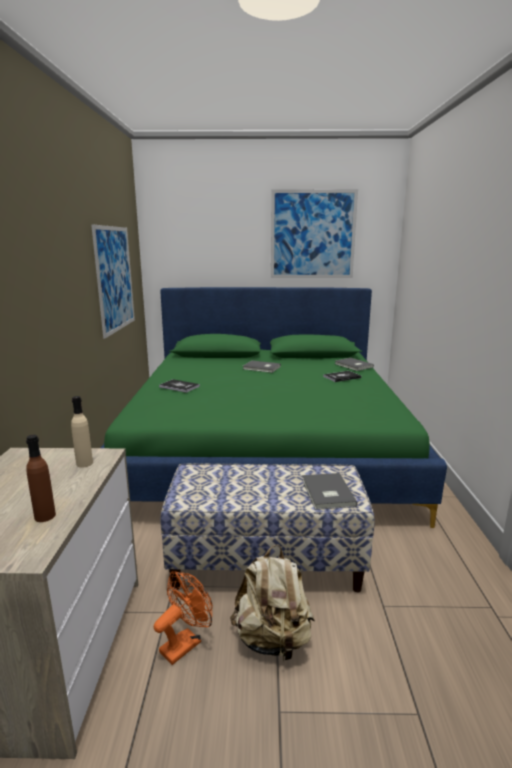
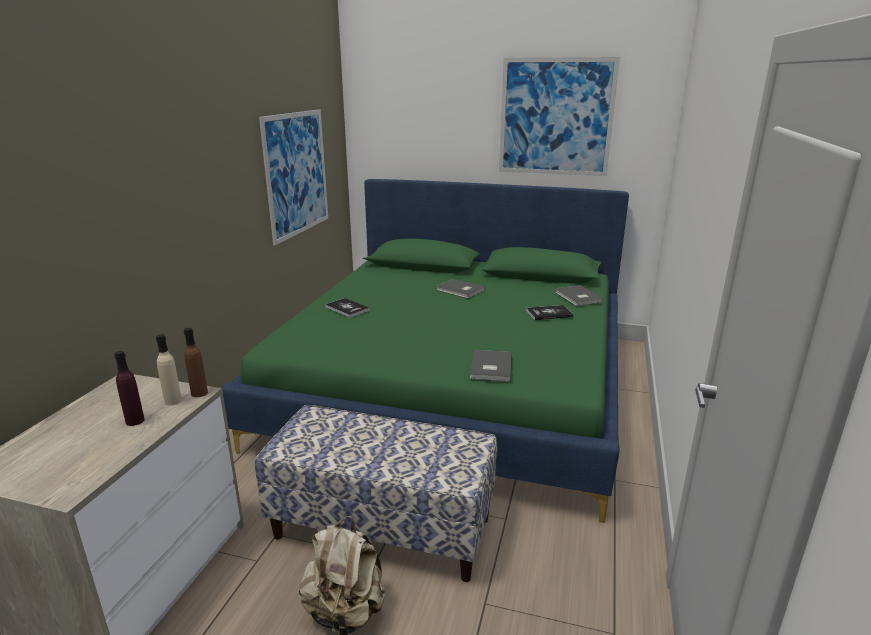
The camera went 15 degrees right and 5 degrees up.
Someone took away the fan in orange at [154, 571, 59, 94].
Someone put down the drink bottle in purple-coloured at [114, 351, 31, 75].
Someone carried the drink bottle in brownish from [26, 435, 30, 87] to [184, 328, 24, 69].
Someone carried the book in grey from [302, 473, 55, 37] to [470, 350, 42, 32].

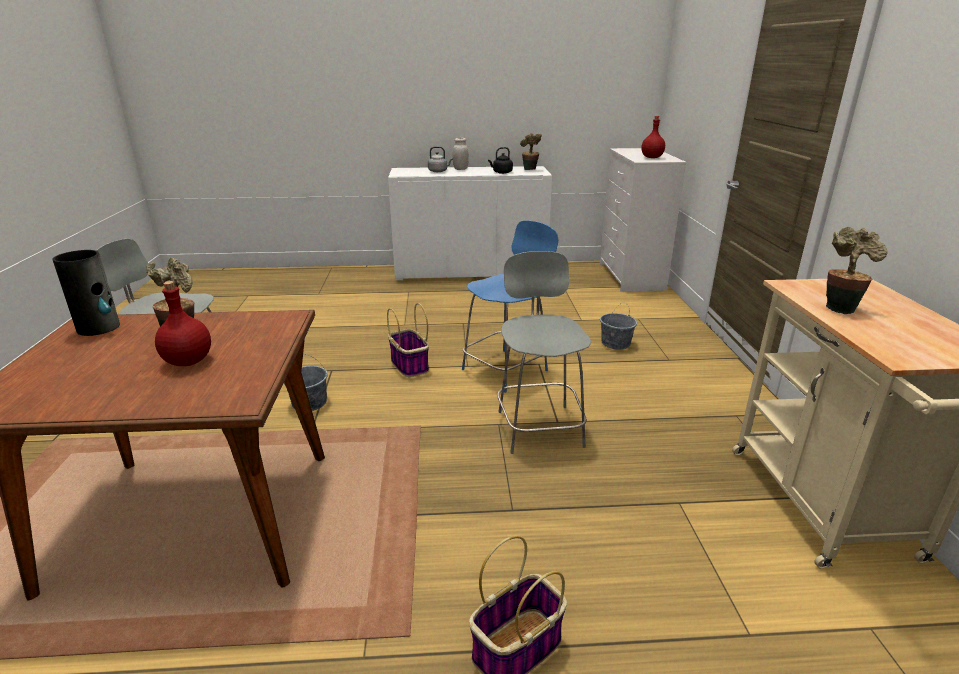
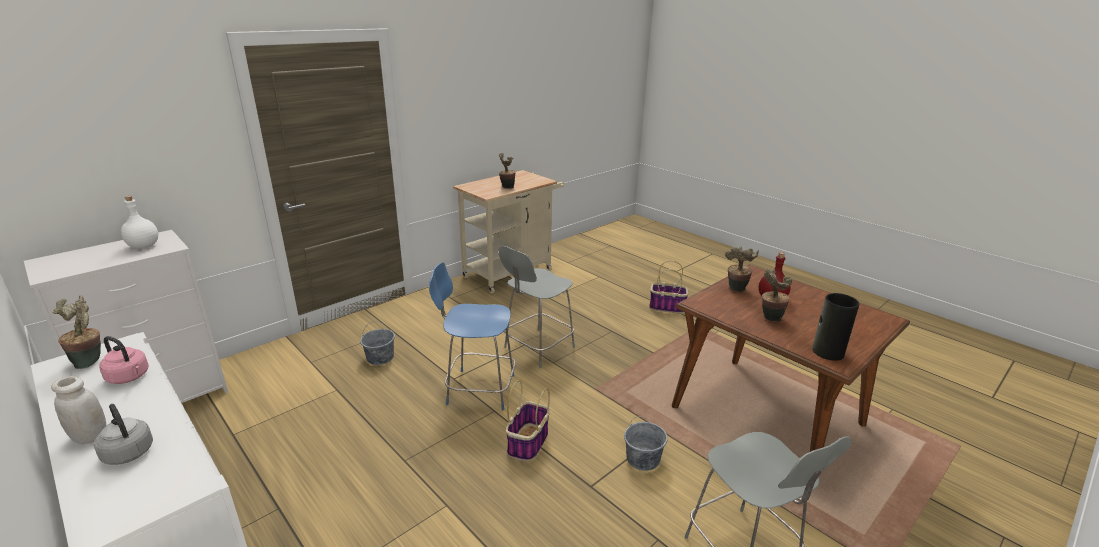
The camera went 130 degrees left and 0 degrees up.
Someone put down the potted plant at [725, 246, 34, 46].
Someone repainted the kettle in black at [488, 147, 25, 27], which became the kettle in pink-coloured at [99, 336, 50, 48].
Someone repainted the drink bottle in red at [641, 116, 24, 42], which became the drink bottle in white-coloured at [121, 196, 37, 53].

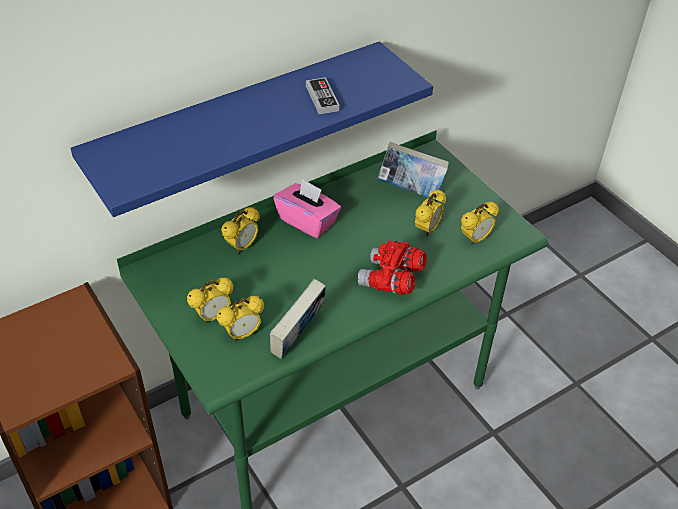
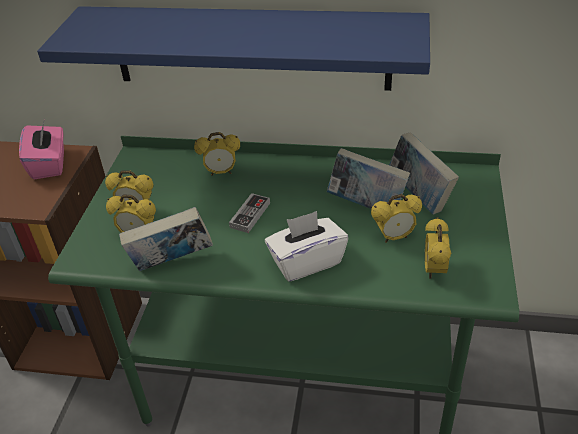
The camera went 45 degrees right and 5 degrees down.
Someone put down the book at [327, 148, 83, 61].
Someone carried the box of tissues in pink-coloured from [273, 178, 68, 60] to [19, 119, 45, 60].
Someone carried the joypad from [306, 77, 33, 37] to [229, 193, 41, 40].
Someone swapped the field glasses in red at [357, 240, 70, 55] for the box of tissues in white-coloured at [265, 211, 83, 71].
Someone rotated the table clock at [461, 202, 38, 43] by 90 degrees clockwise.

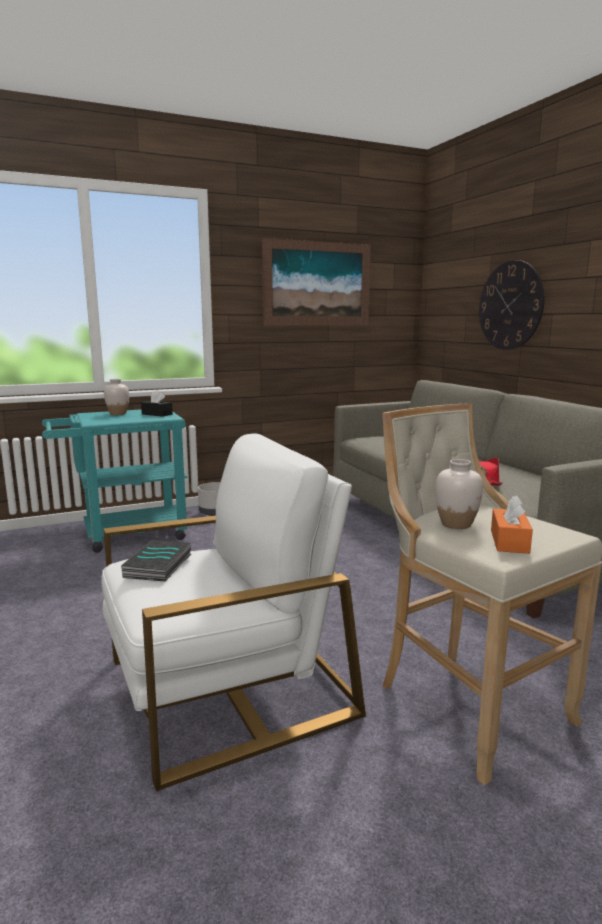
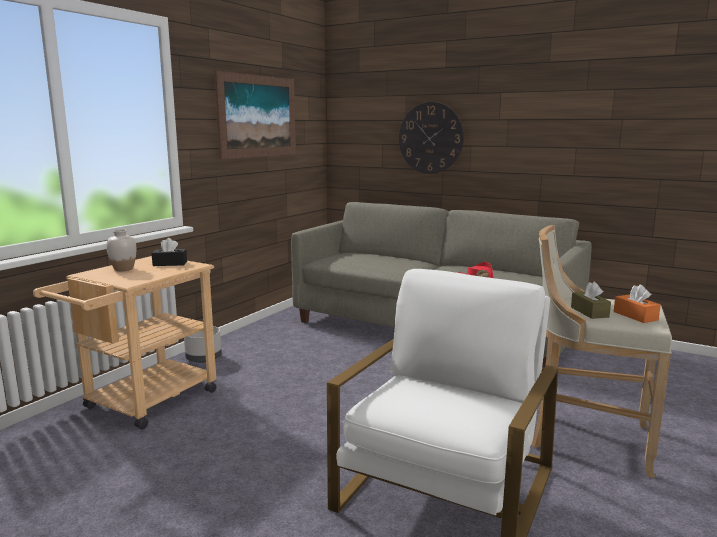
The camera went 35 degrees left and 0 degrees up.
Someone took away the book at [121, 540, 71, 42].
Someone swapped the flower vase in white-coloured at [435, 459, 48, 70] for the box of tissues in brownish at [571, 282, 40, 37].
Someone repainted the cart in turquoise-coloured at [42, 409, 145, 144], which became the cart in beige at [33, 256, 184, 174].

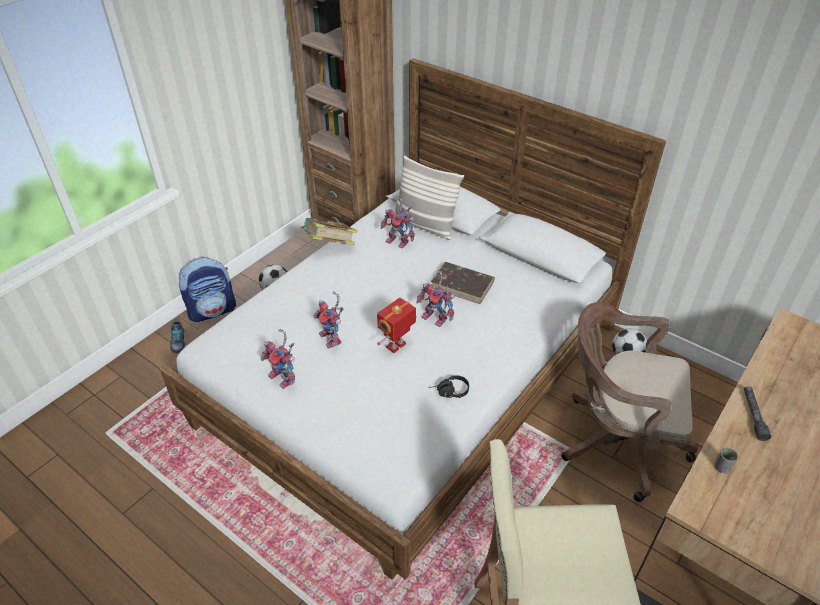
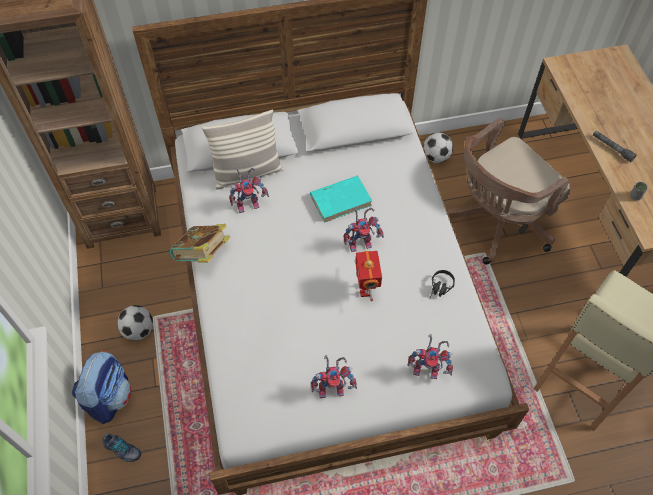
The camera went 50 degrees left and 15 degrees up.
Someone carried the robot figure from [313, 292, 30, 57] to [407, 334, 46, 45].
Someone repainted the book in brownish at [431, 262, 64, 42], which became the book in turquoise-coloured at [310, 176, 62, 47].

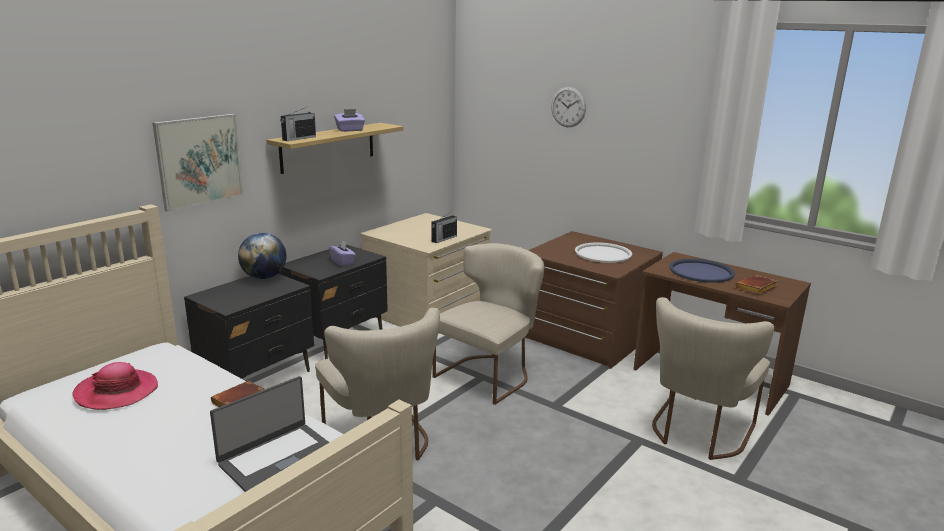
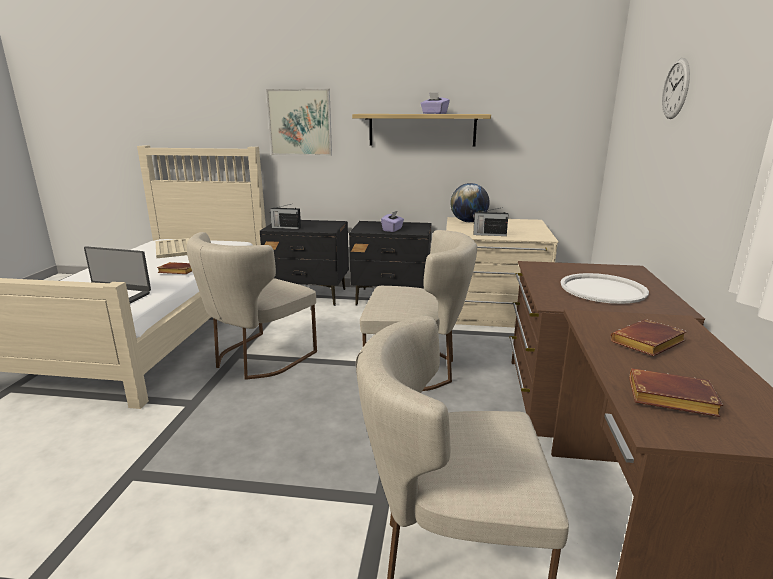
The camera went 60 degrees right and 0 degrees up.
Someone carried the globe from [238, 233, 48, 46] to [450, 183, 40, 39].
Someone carried the radio set from [281, 107, 35, 34] to [270, 203, 31, 26].
Someone swapped the clothing hat at [73, 362, 85, 48] for the serving tray in beige at [156, 238, 33, 20].
Someone swapped the serving tray in blue-coloured at [670, 259, 65, 24] for the book in brownish at [610, 319, 77, 37].

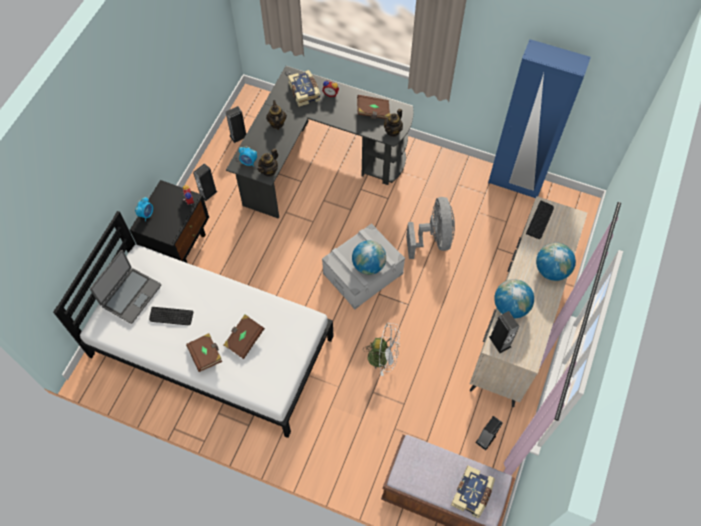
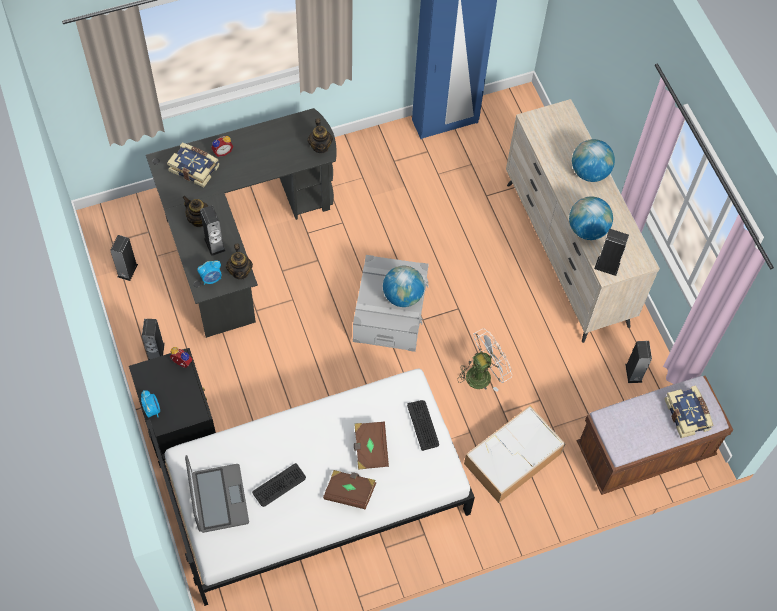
The camera went 45 degrees left and 0 degrees up.
Someone took away the book in brownish at [357, 95, 33, 24].
Someone took away the fan in grey at [406, 197, 49, 62].
Someone put down the loudspeaker at [200, 205, 25, 51].
Someone put down the storage box at [464, 406, 101, 97].
Someone carried the keyboard from [526, 200, 28, 39] to [407, 400, 32, 51].

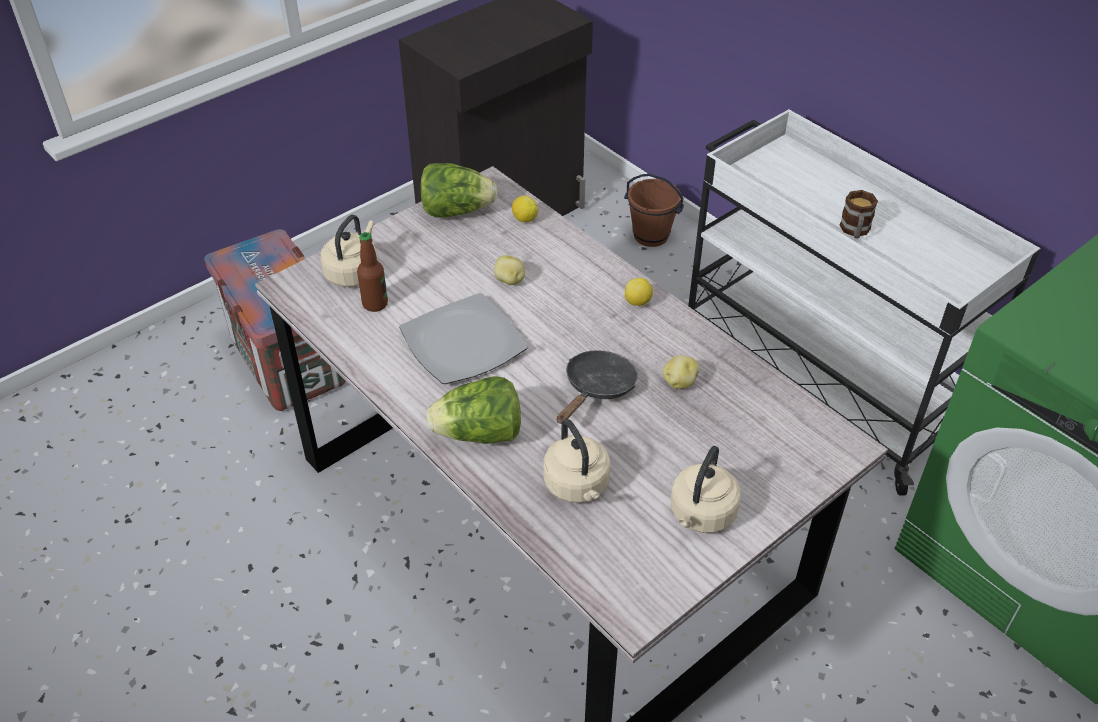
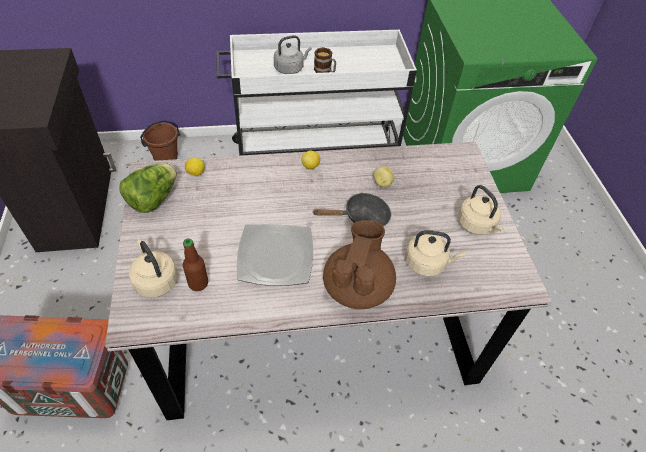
The camera went 60 degrees left and 5 degrees up.
Someone took away the whole potato at [494, 255, 31, 30].
Someone put down the kettle in grey at [274, 35, 38, 39].
Someone swapped the lettuce at [426, 376, 95, 68] for the pot for tea in brownish at [323, 220, 73, 89].
Someone rotated the skillet in black at [557, 350, 81, 74] by 105 degrees clockwise.

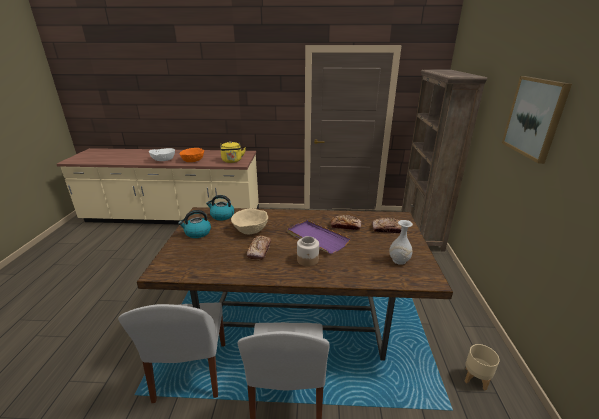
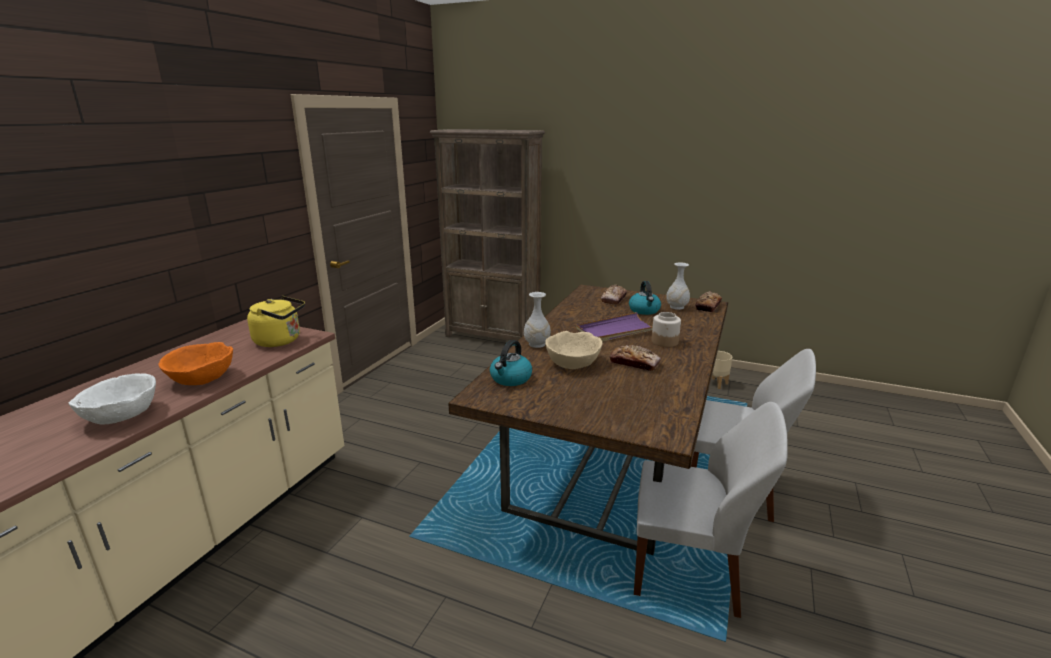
The camera went 70 degrees left and 5 degrees down.
Someone took away the wall art at [502, 76, 70, 88].
Someone put down the flower vase in white-coloured at [524, 292, 27, 56].
Someone carried the kettle from [178, 210, 33, 28] to [629, 281, 32, 34].
Someone carried the bread from [331, 215, 30, 16] to [695, 291, 27, 22].

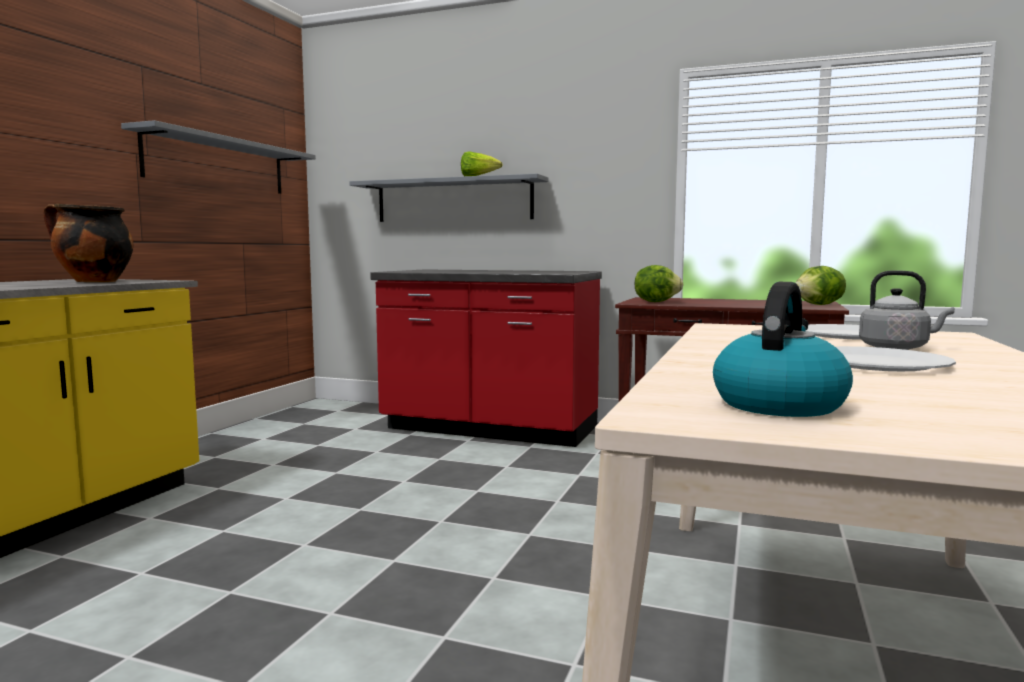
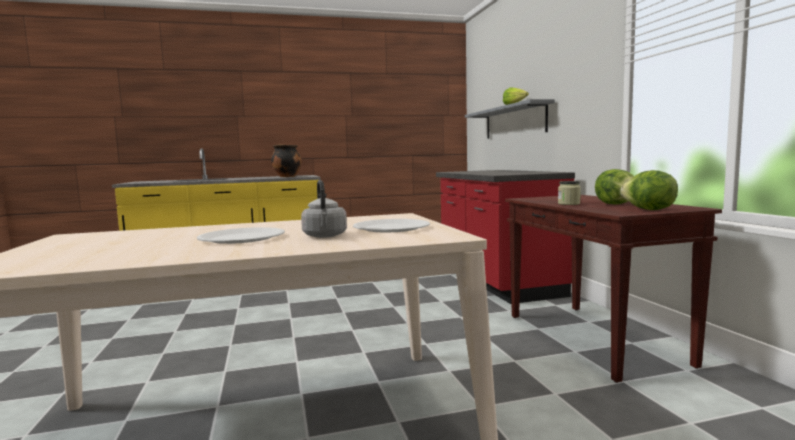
The camera went 55 degrees right and 0 degrees up.
Someone took away the shelf in grey at [121, 120, 195, 74].
Someone took away the kettle at [713, 282, 140, 135].
Someone put down the jar at [558, 181, 23, 24].
Someone carried the lettuce from [634, 265, 50, 37] to [595, 169, 39, 36].

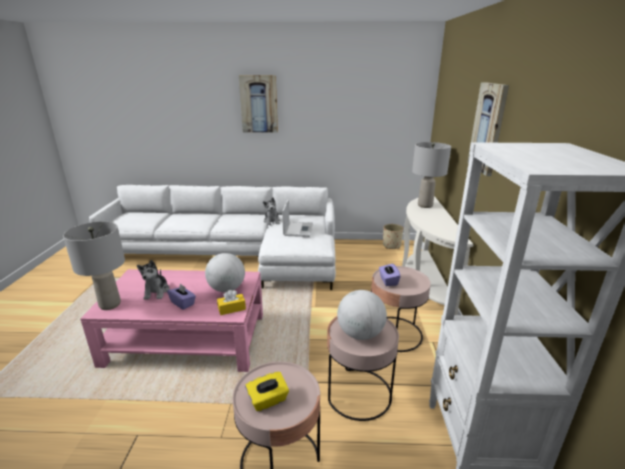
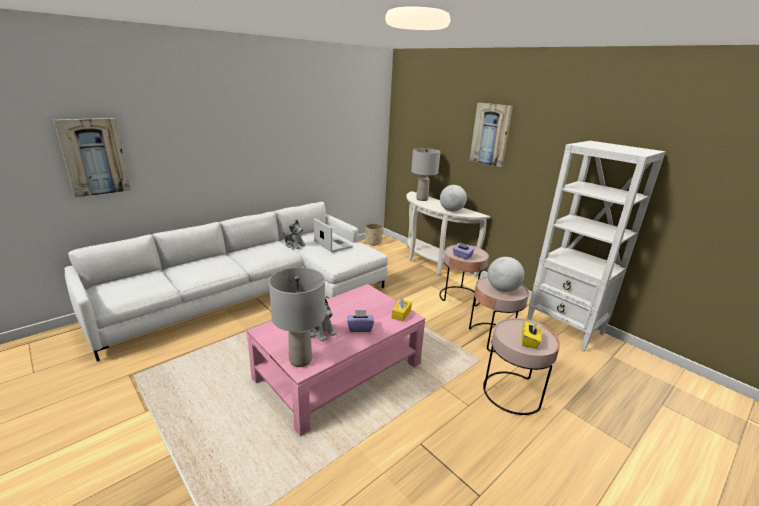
The camera went 45 degrees left and 0 degrees up.
Someone carried the globe from [205, 253, 40, 39] to [440, 185, 27, 27].
Someone carried the wall art from [239, 75, 39, 58] to [54, 118, 77, 80].

